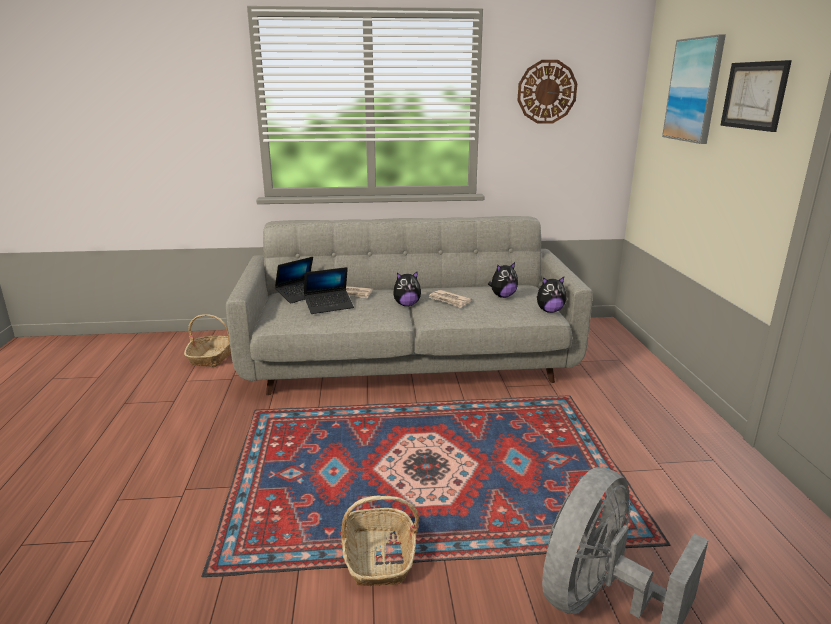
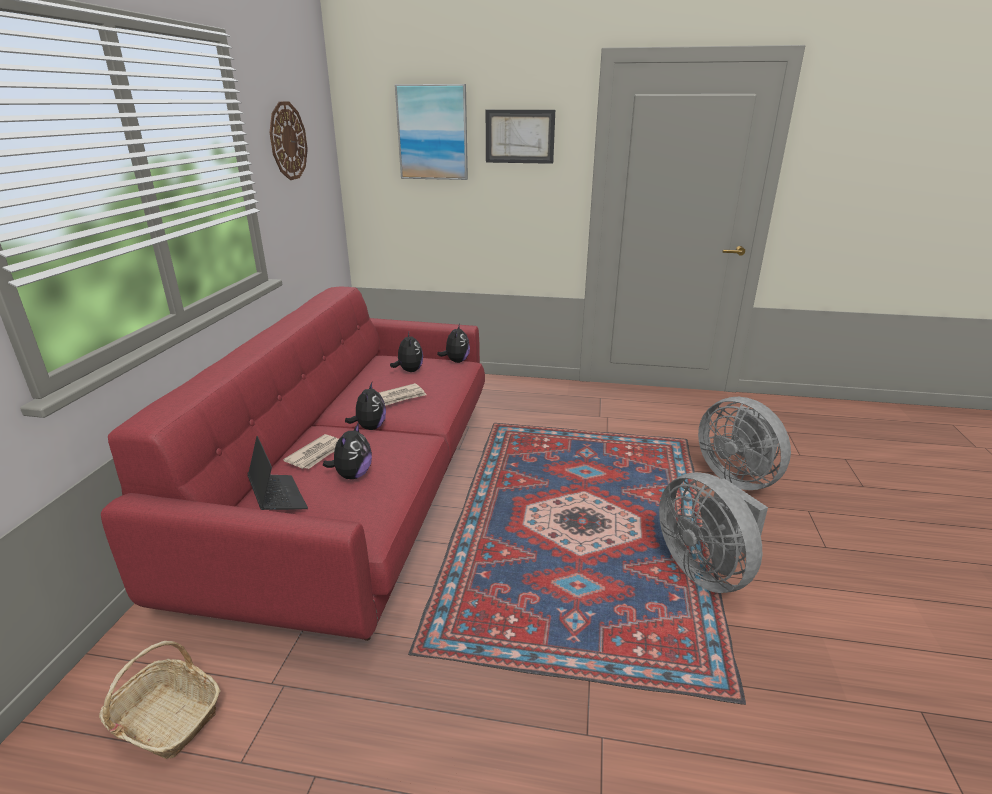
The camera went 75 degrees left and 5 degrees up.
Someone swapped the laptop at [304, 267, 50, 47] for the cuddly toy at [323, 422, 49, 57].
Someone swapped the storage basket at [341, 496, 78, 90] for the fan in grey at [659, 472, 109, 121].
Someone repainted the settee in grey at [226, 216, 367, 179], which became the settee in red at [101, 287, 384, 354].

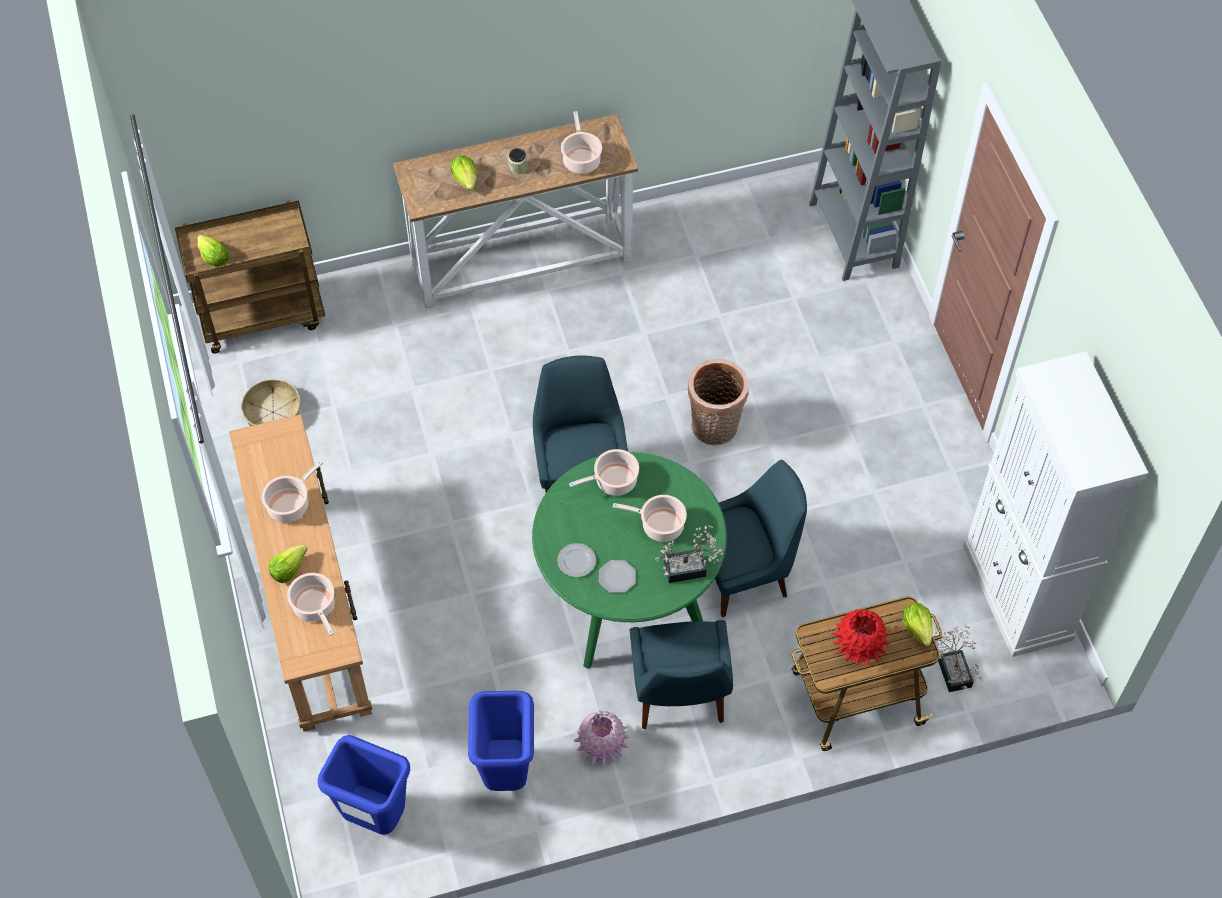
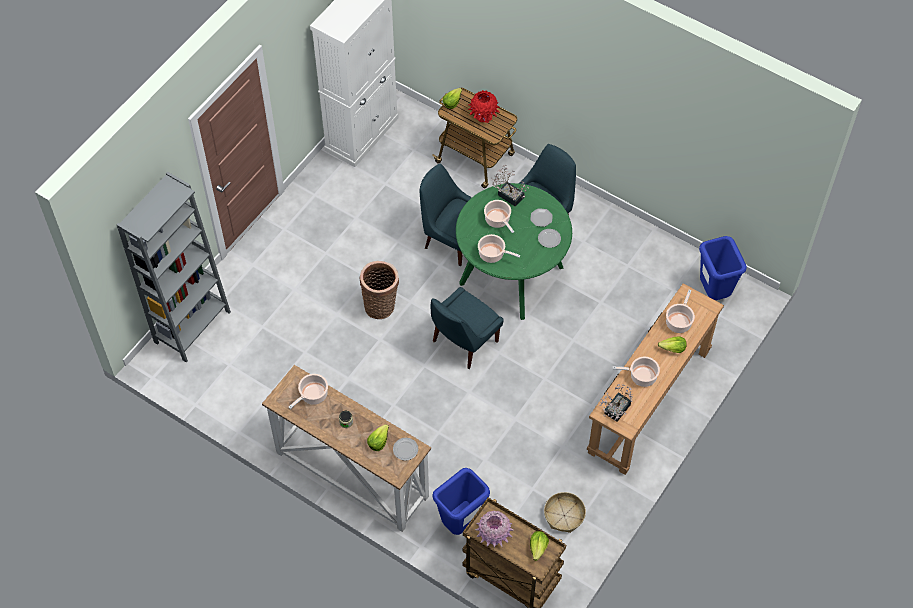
The camera went 130 degrees left and 0 degrees up.
Someone put down the plate at [393, 438, 25, 23].
Someone carried the trash can in blue-coloured from [468, 691, 66, 100] to [432, 468, 58, 67].
Someone carried the flower vase in pink-coloured from [574, 711, 55, 54] to [475, 511, 39, 37].
Someone carried the potted plant from [933, 625, 49, 67] to [599, 384, 34, 38].

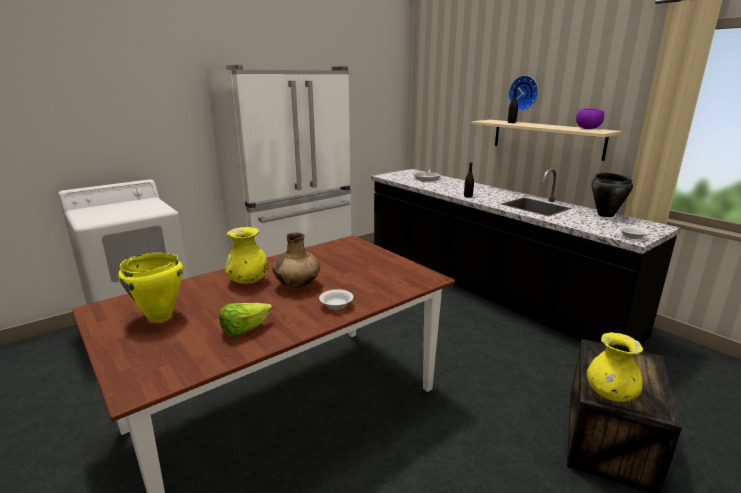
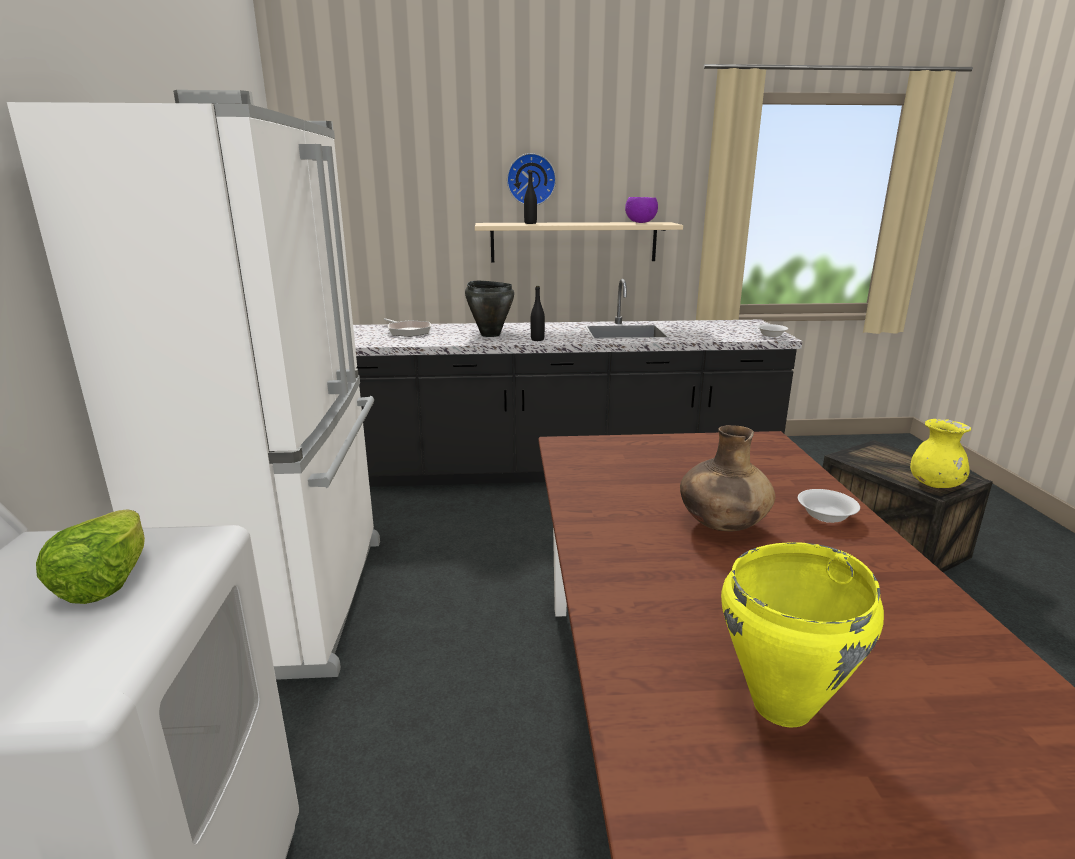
The camera went 55 degrees left and 0 degrees up.
Someone took away the flower vase in yellowish at [225, 227, 43, 57].
Someone carried the lettuce from [219, 303, 53, 34] to [36, 509, 109, 95].
Someone carried the cooking pot in black from [592, 173, 41, 44] to [465, 281, 49, 56].

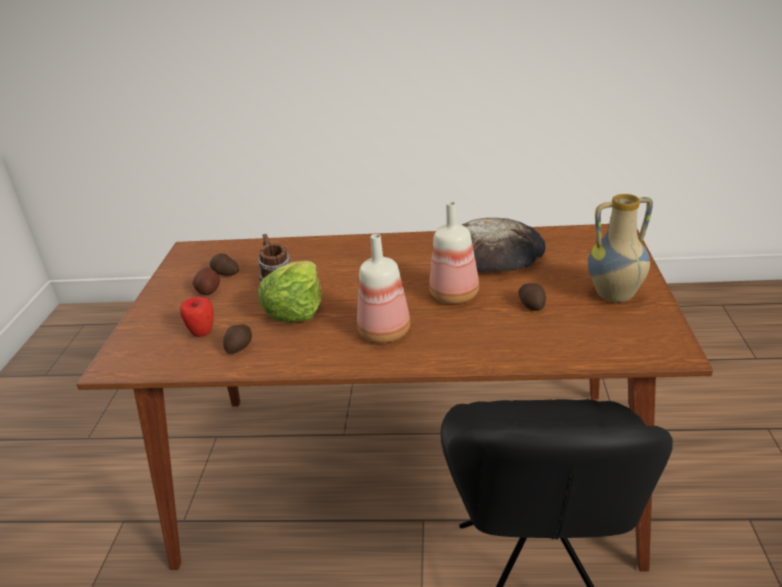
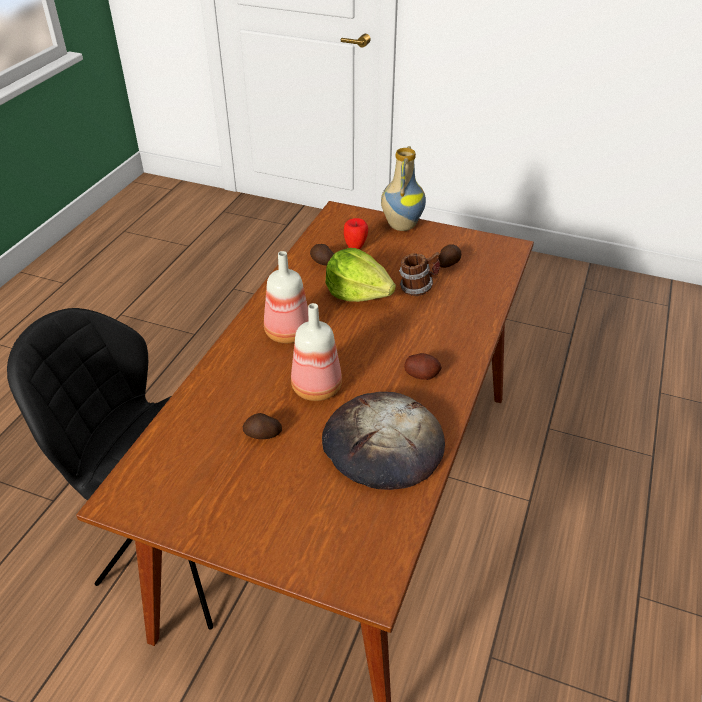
The camera went 105 degrees right and 10 degrees up.
Someone carried the whole potato from [192, 267, 28, 28] to [404, 353, 38, 27].
Someone carried the flower vase from [588, 194, 65, 108] to [381, 146, 45, 85].

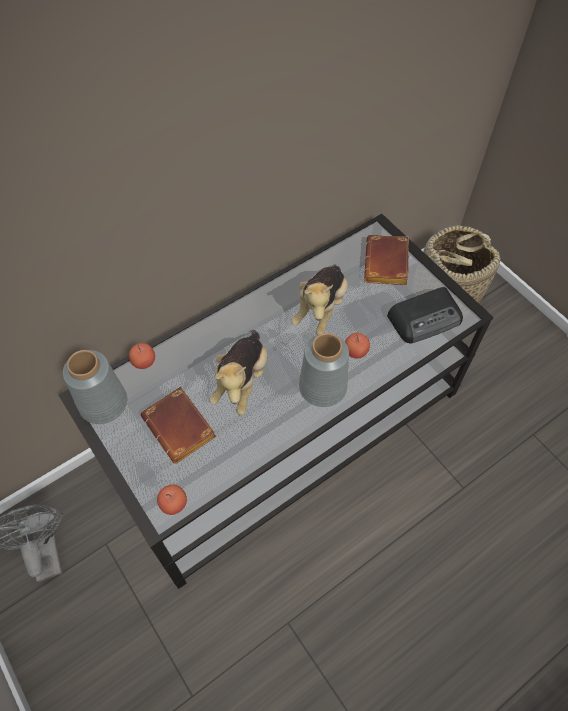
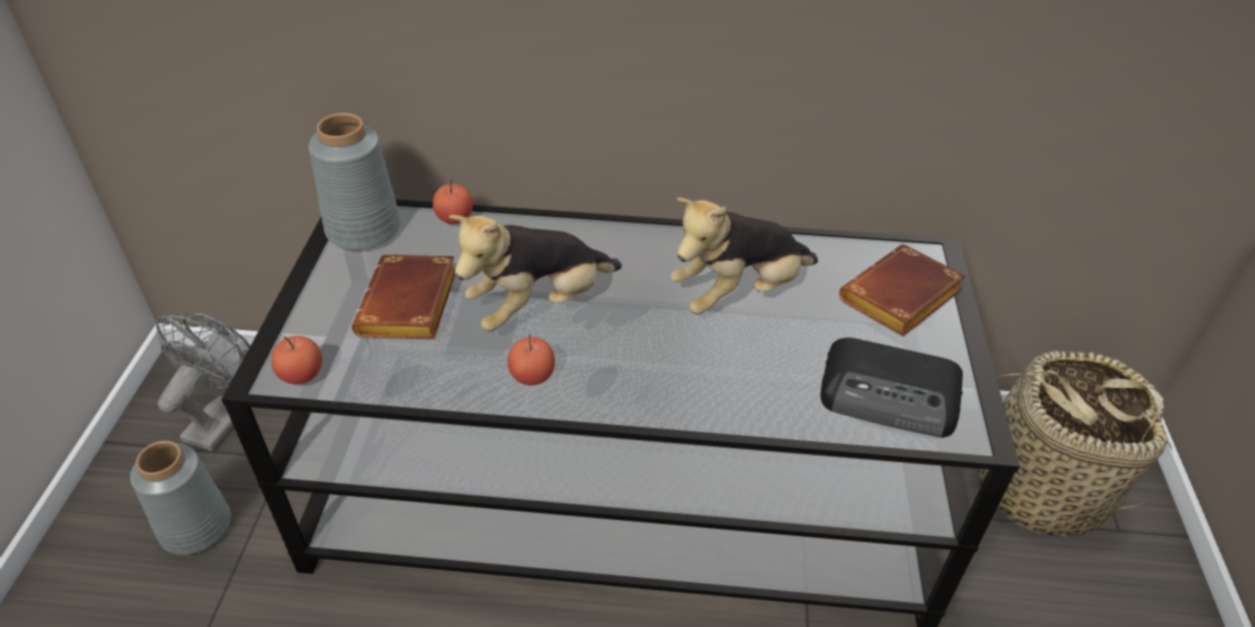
The camera went 40 degrees right and 15 degrees down.
Someone carried the flower vase in grey from [299, 333, 50, 74] to [130, 441, 101, 114].
Someone carried the whole apple from [345, 333, 25, 26] to [508, 334, 47, 51].

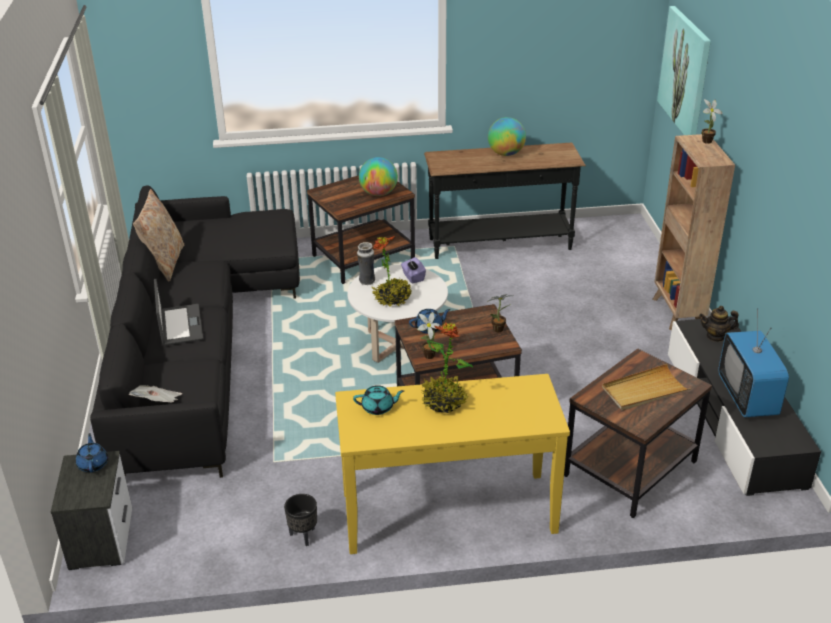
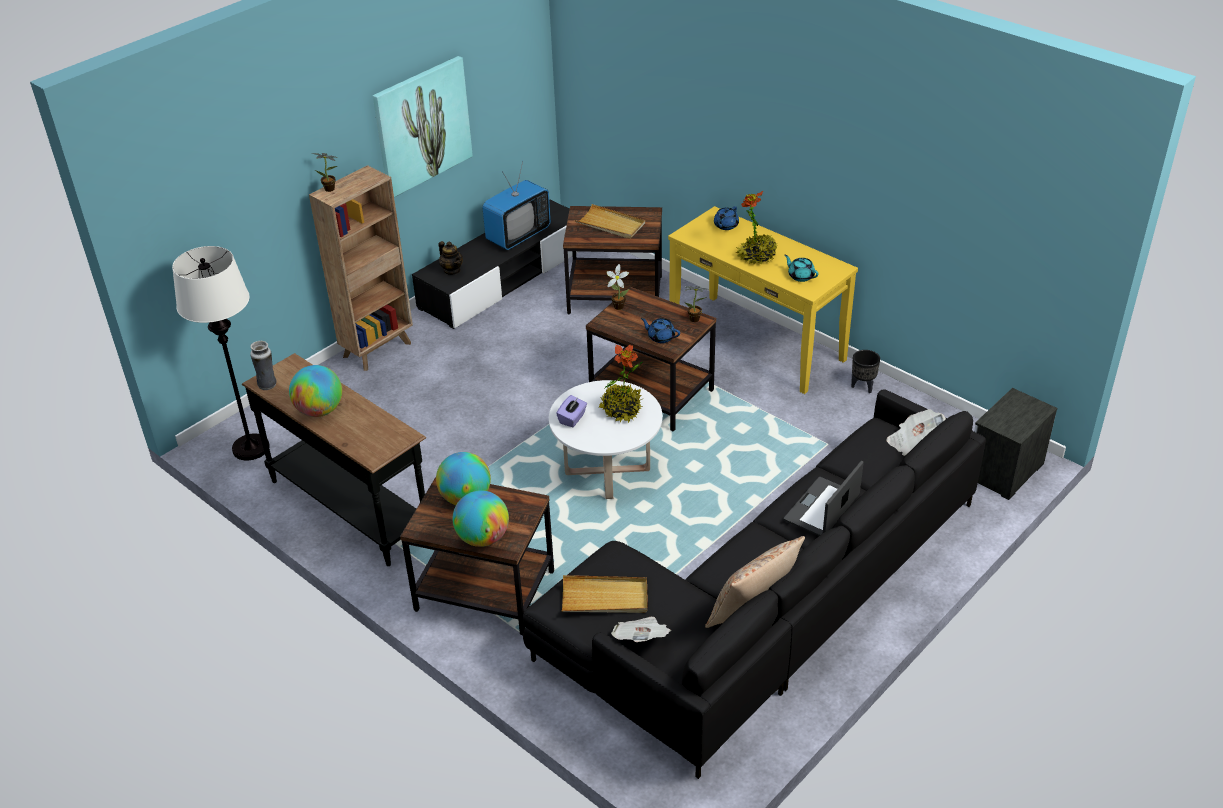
The camera went 130 degrees left and 5 degrees up.
Someone put down the standard lamp in white-coloured at [172, 246, 98, 214].
Someone put down the globe at [452, 490, 57, 57].
Someone put down the serving tray in beige at [561, 575, 87, 38].
Someone put down the printed paper at [611, 617, 60, 25].
Someone carried the pot for tea in blue-coloured from [76, 433, 32, 40] to [714, 206, 25, 24].
Someone carried the flower vase from [357, 242, 18, 43] to [250, 341, 27, 49].
Someone carried the wall art from [657, 6, 54, 129] to [373, 56, 100, 141].

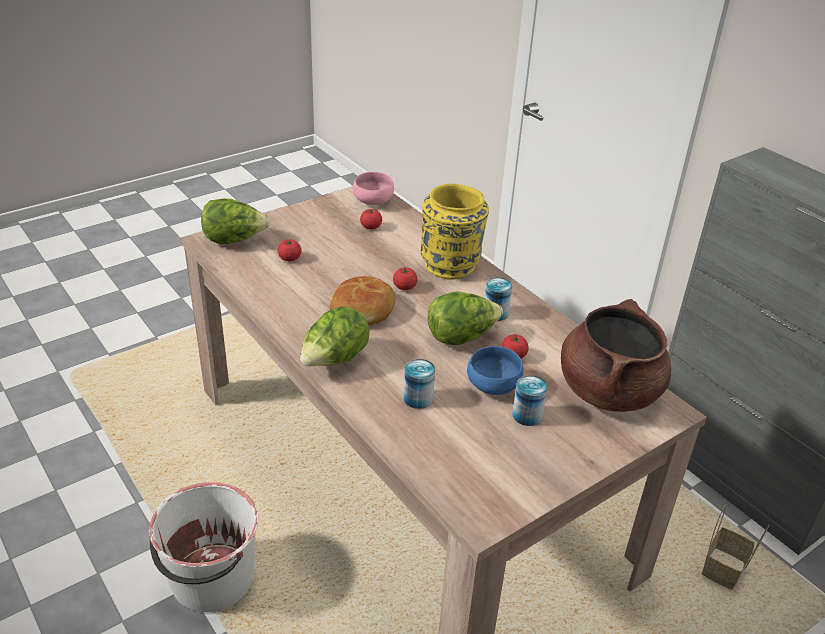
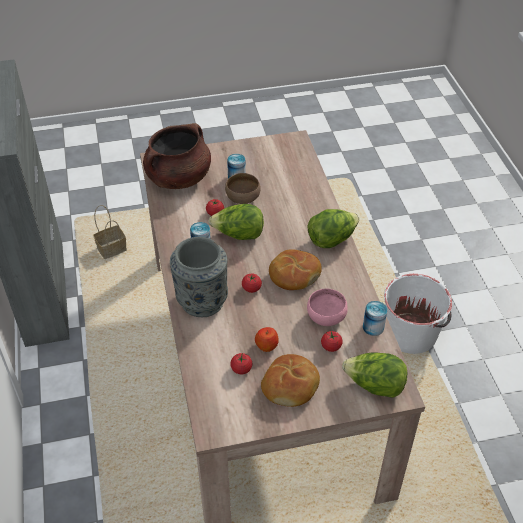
The camera went 155 degrees left and 10 degrees up.
Someone put down the whole apple at [255, 327, 24, 25].
Someone put down the bread at [261, 354, 59, 53].
Someone carried the bowl in pink-coloured from [353, 172, 41, 33] to [307, 288, 41, 38].
Someone carried the can from [404, 359, 31, 50] to [363, 301, 24, 35].
Someone repainted the flower vase in yellowish at [421, 184, 68, 96], which became the flower vase in grey at [170, 237, 58, 80].
Someone repainted the bowl in blue-coloured at [467, 346, 56, 49], which became the bowl in brownish at [225, 173, 36, 31].

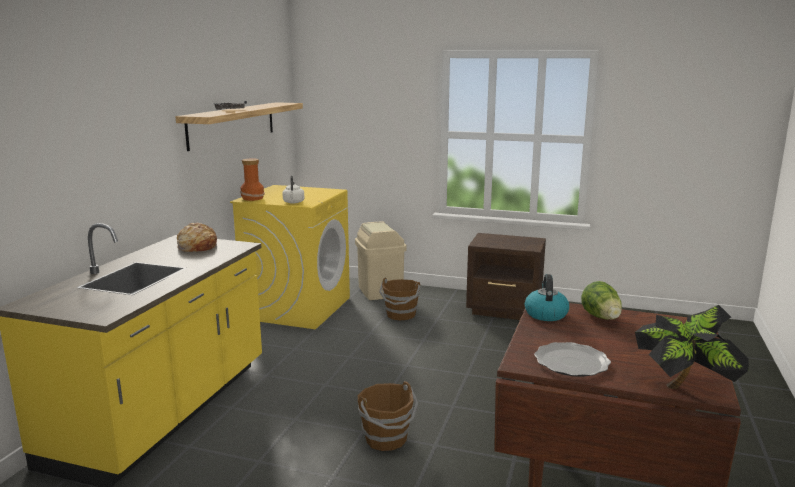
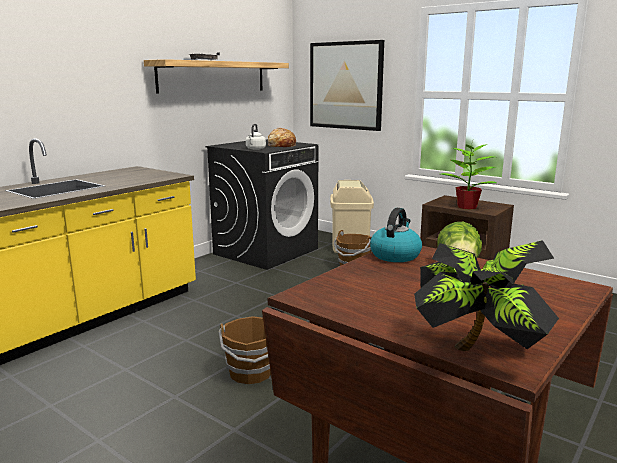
The camera went 20 degrees right and 0 degrees up.
Someone took away the flower vase at [240, 159, 25, 42].
Someone took away the plate at [534, 342, 77, 35].
Someone put up the wall art at [310, 40, 74, 91].
Someone put down the potted plant at [441, 145, 56, 65].
Someone carried the bread from [177, 223, 40, 29] to [268, 128, 28, 19].
Someone repainted the laundry appliance in yellowish at [230, 185, 120, 144], which became the laundry appliance in black at [205, 139, 114, 131].

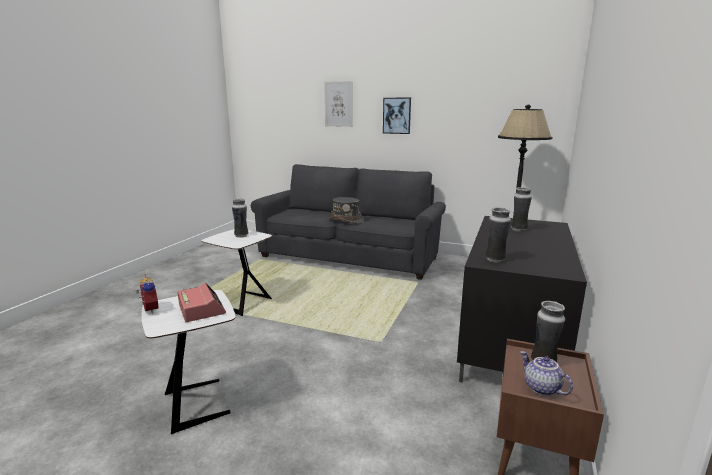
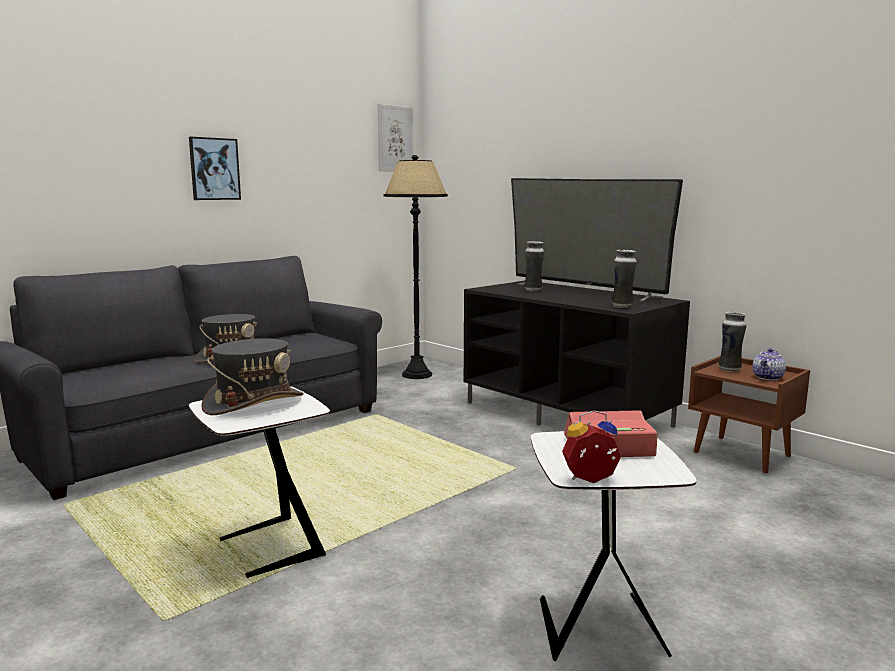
The camera went 65 degrees left and 5 degrees down.
Someone put down the TV at [511, 178, 172, 124].
Someone carried the wall art from [324, 81, 29, 46] to [377, 104, 37, 68].
Someone swapped the flower vase at [232, 199, 17, 39] for the clothing hat in grey at [201, 338, 103, 77].
Someone rotated the pot for tea at [520, 351, 53, 45] by 45 degrees counterclockwise.

